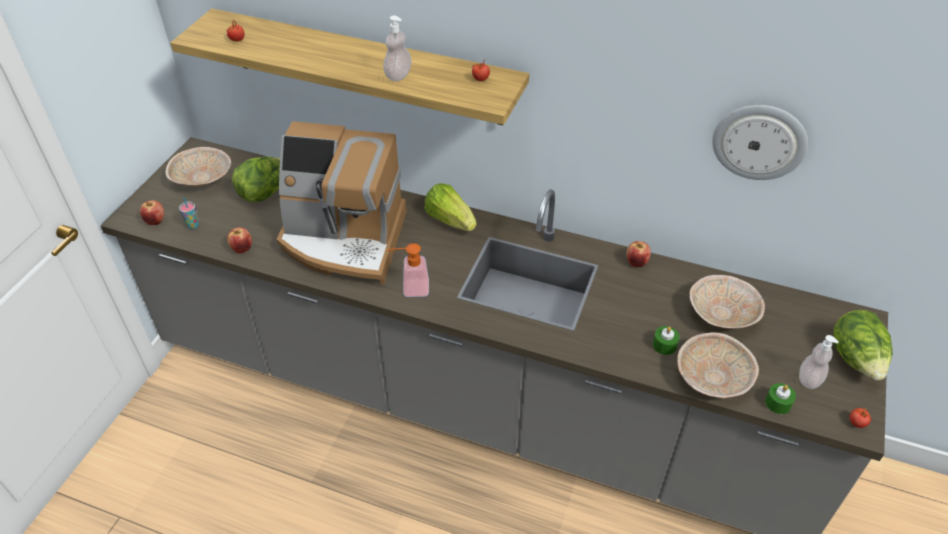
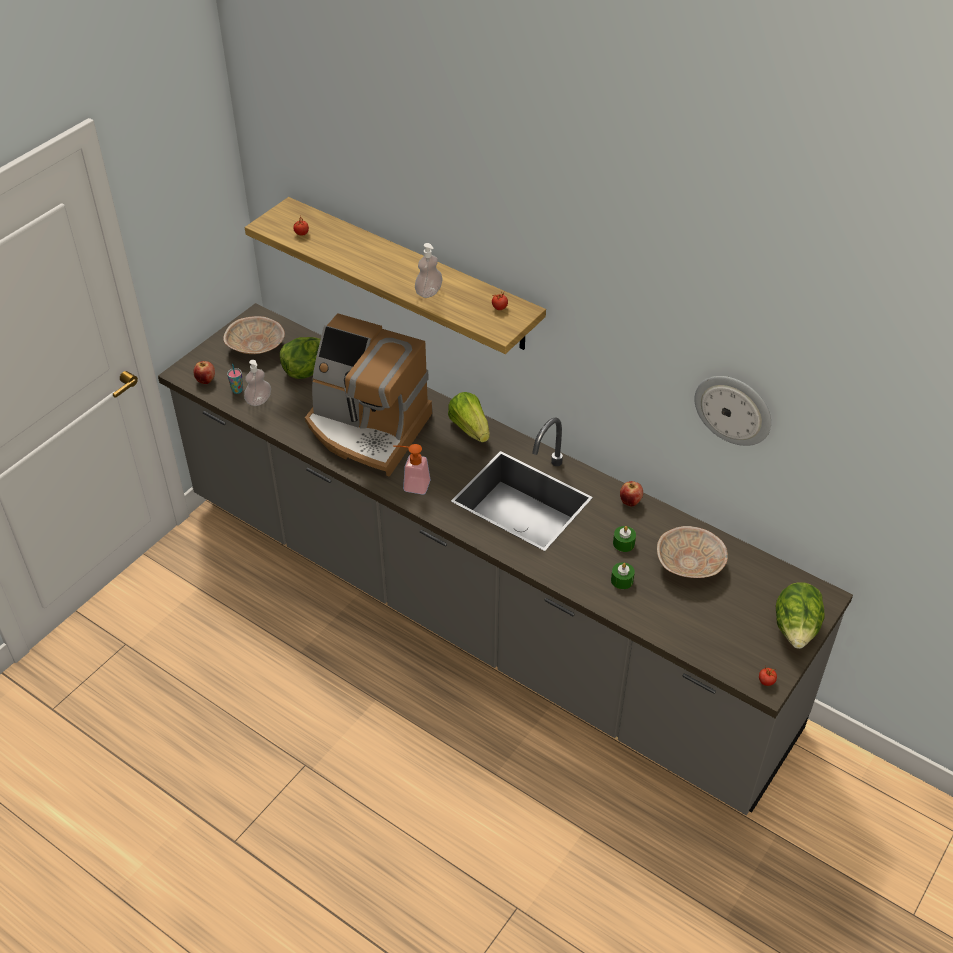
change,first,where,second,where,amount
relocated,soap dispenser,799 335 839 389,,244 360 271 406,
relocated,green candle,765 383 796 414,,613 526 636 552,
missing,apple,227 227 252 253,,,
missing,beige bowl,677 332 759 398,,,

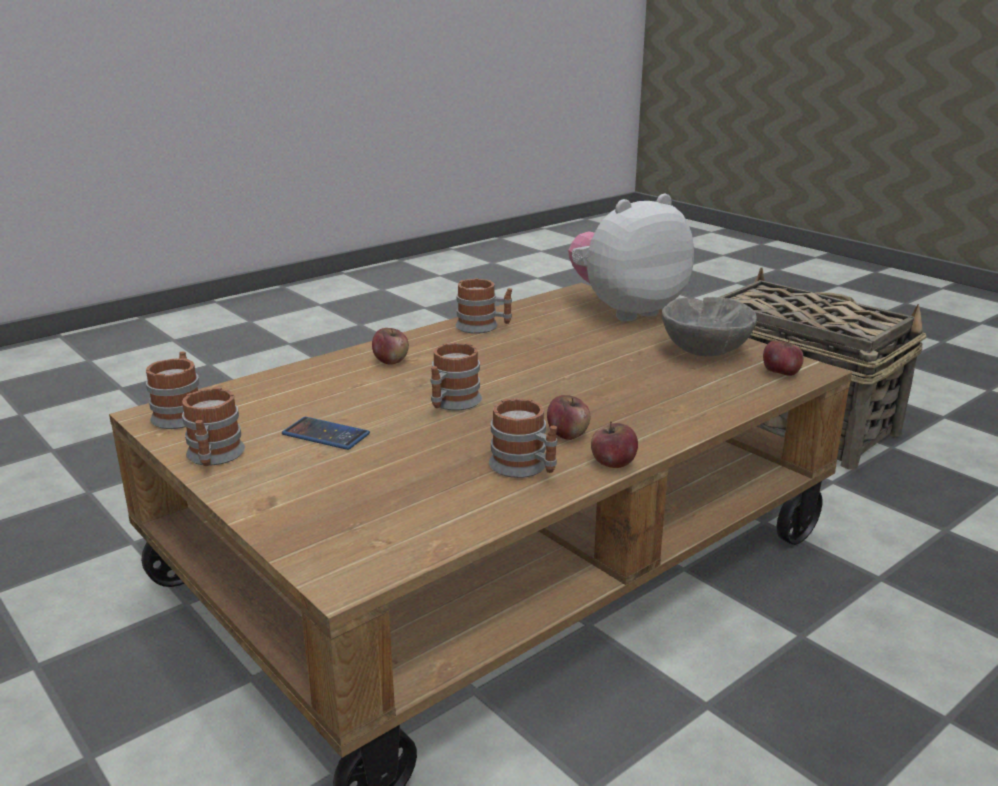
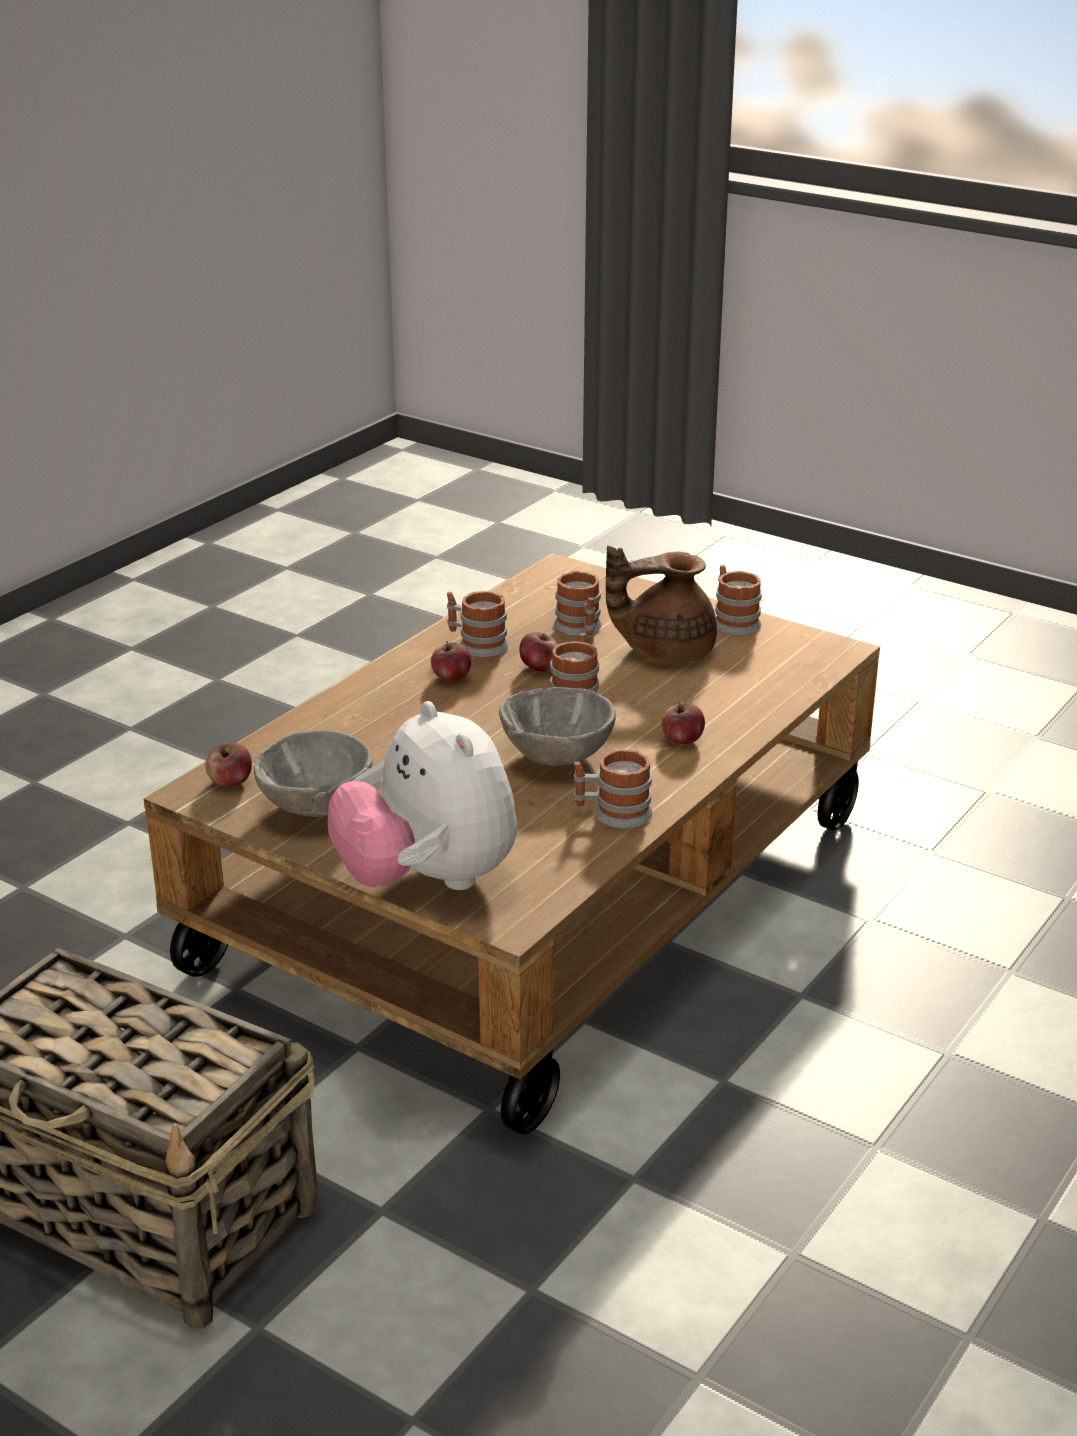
change,first,where,second,where,amount
spun,plush toy,568 194 694 321,,328 701 517 890,105 degrees clockwise
appeared,,,grey bowl,499 687 616 766,
relocated,apple,591 422 638 468,,519 632 558 672,
relocated,mug,146 351 199 429,,554 571 602 636,
exchanged,phone,282 417 370 450,brown teapot,606 545 717 663,

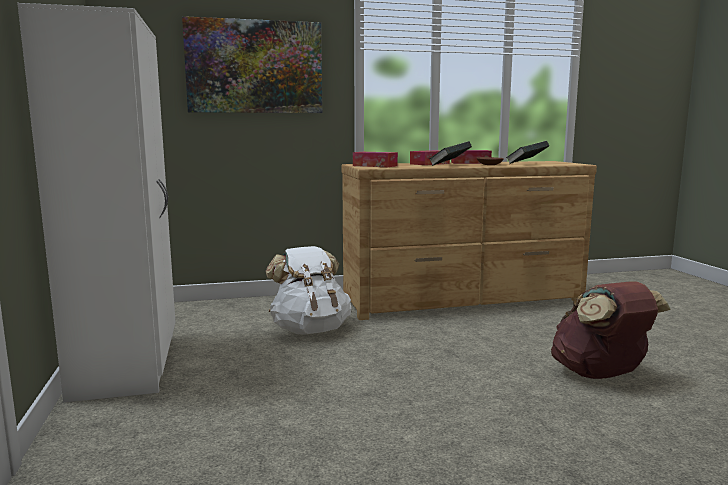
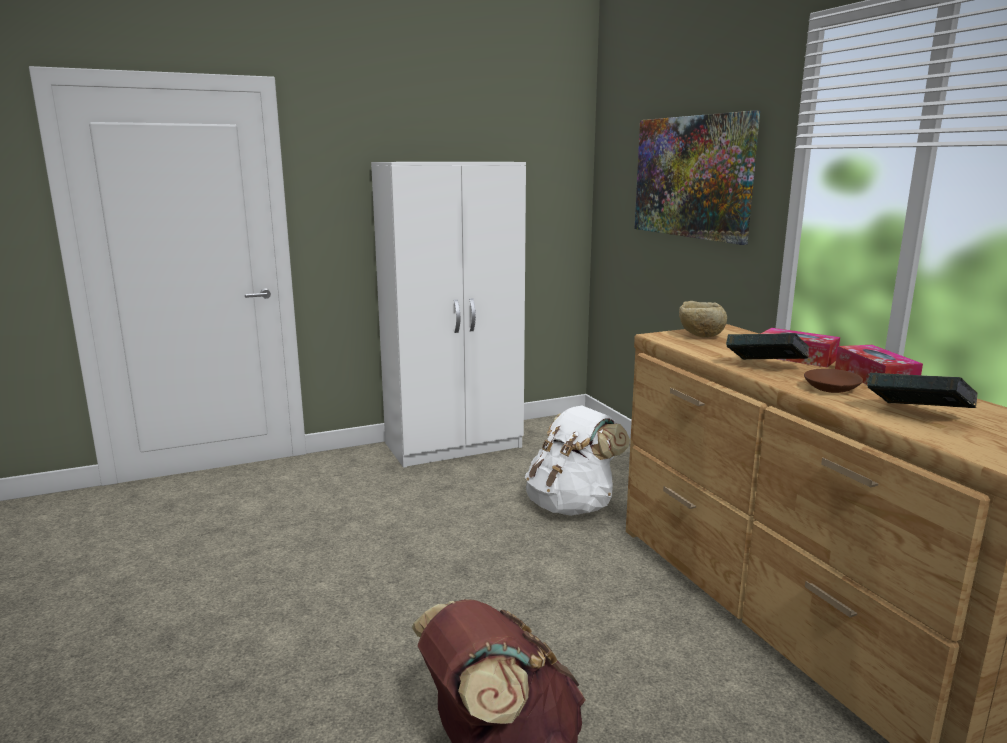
change,first,where,second,where,amount
exchanged,tissue box,353 152 398 167,beige bowl,679 301 727 338,

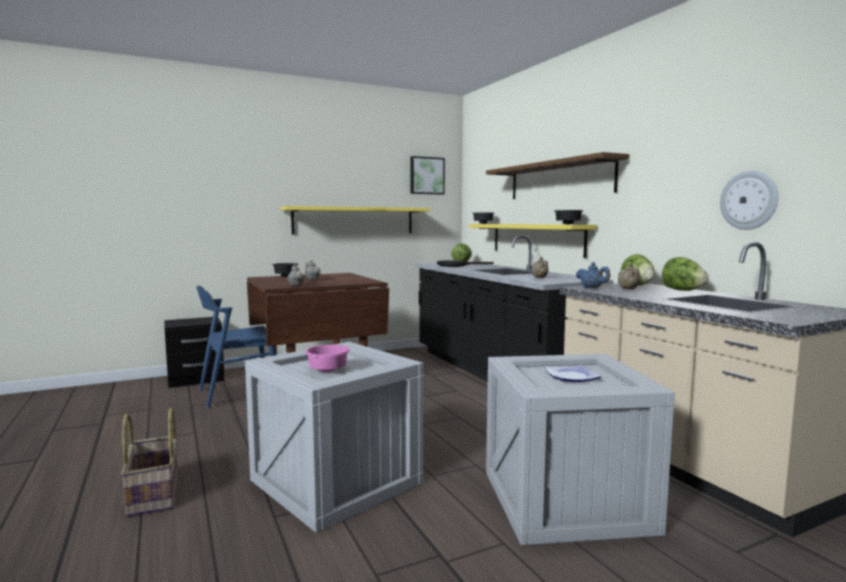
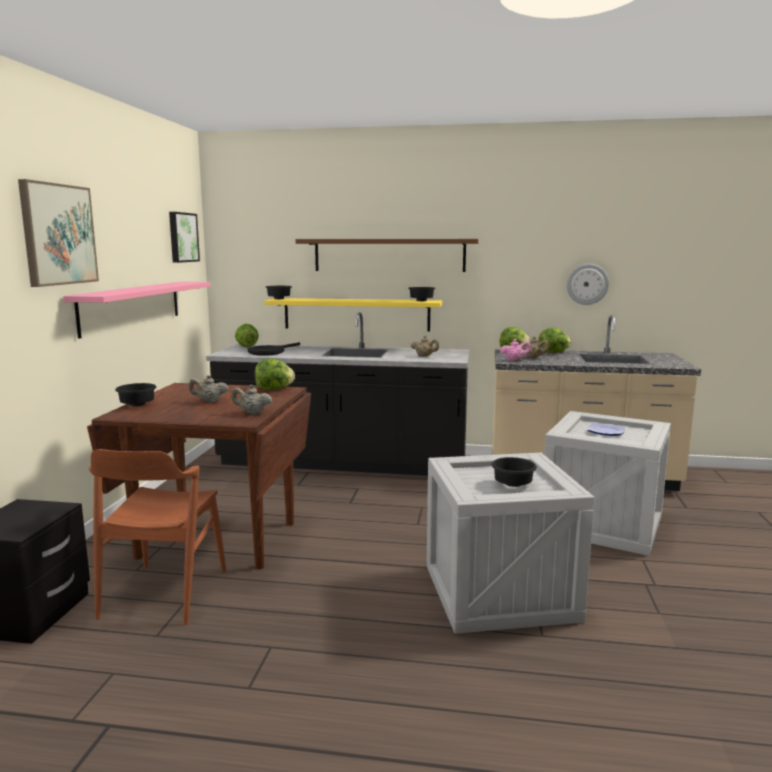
change,first,where,second,where,amount
appeared,,,picture,18 179 99 287,
colour,yellow shelf,281 206 430 234,pink shelf,63 282 210 339,
colour,blue chair,196 286 276 408,brown chair,89 449 226 625,
appeared,,,lettuce,255 358 295 390,
colour,pink bowl,305 345 350 372,black bowl,491 457 537 487,
colour,blue teapot,576 262 610 288,pink teapot,500 339 531 361,
missing,basket,121 408 178 517,,,

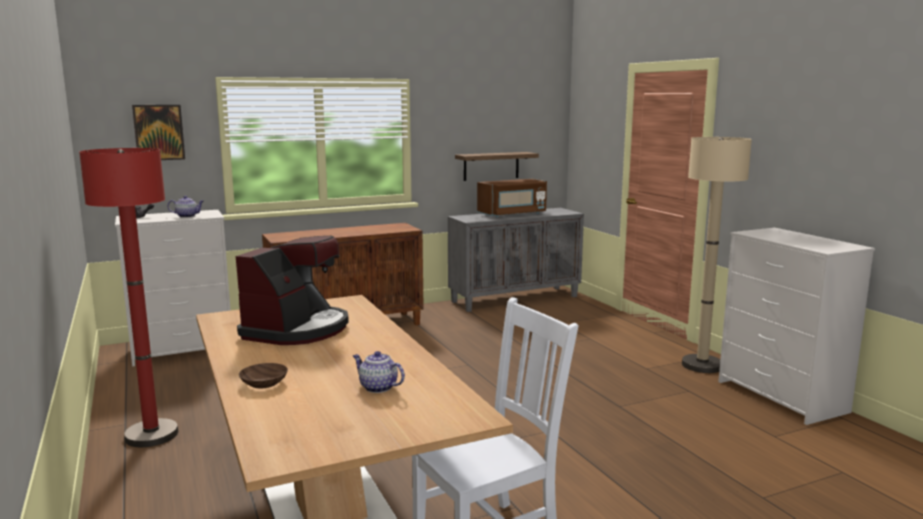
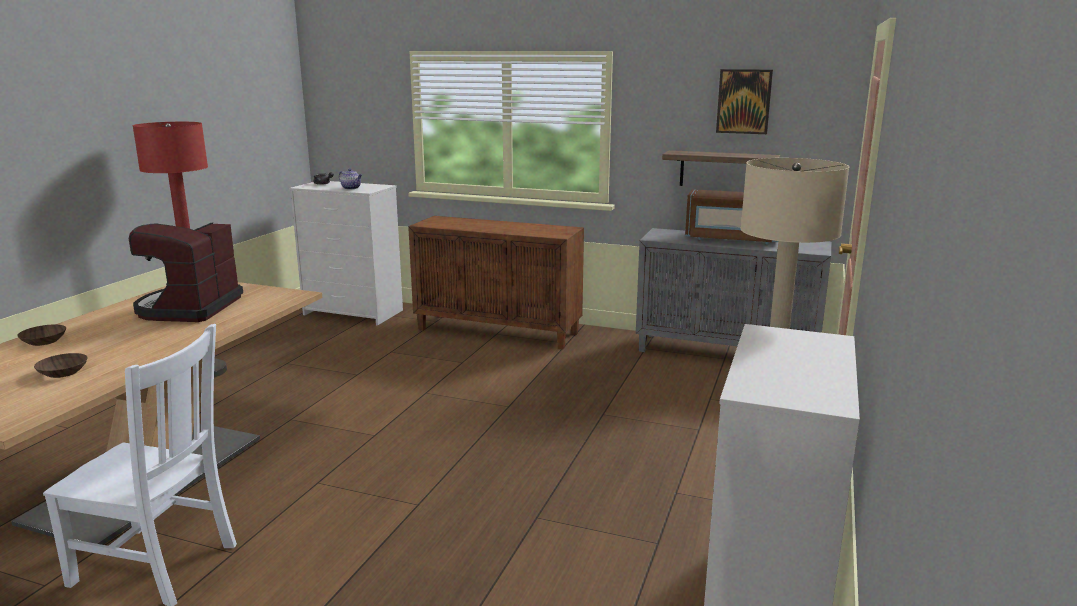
change,first,where,second,where,amount
exchanged,teapot,353 351 405 393,brown bowl,34 353 88 378,
spun,coffee machine,236 236 349 345,,129 223 243 322,120 degrees clockwise
relocated,picture,132 105 185 160,,716 69 773 134,

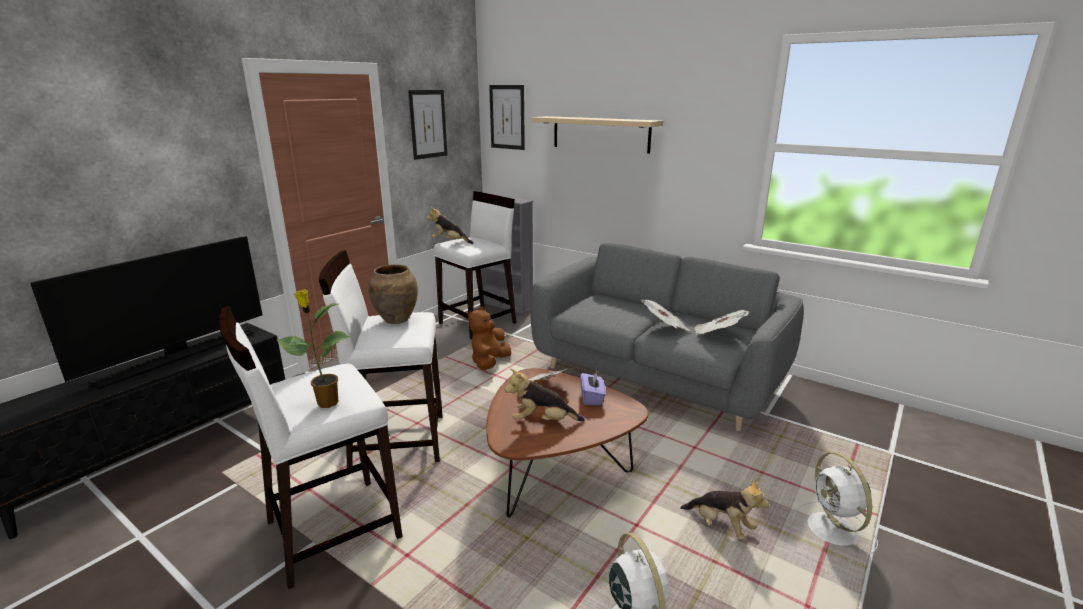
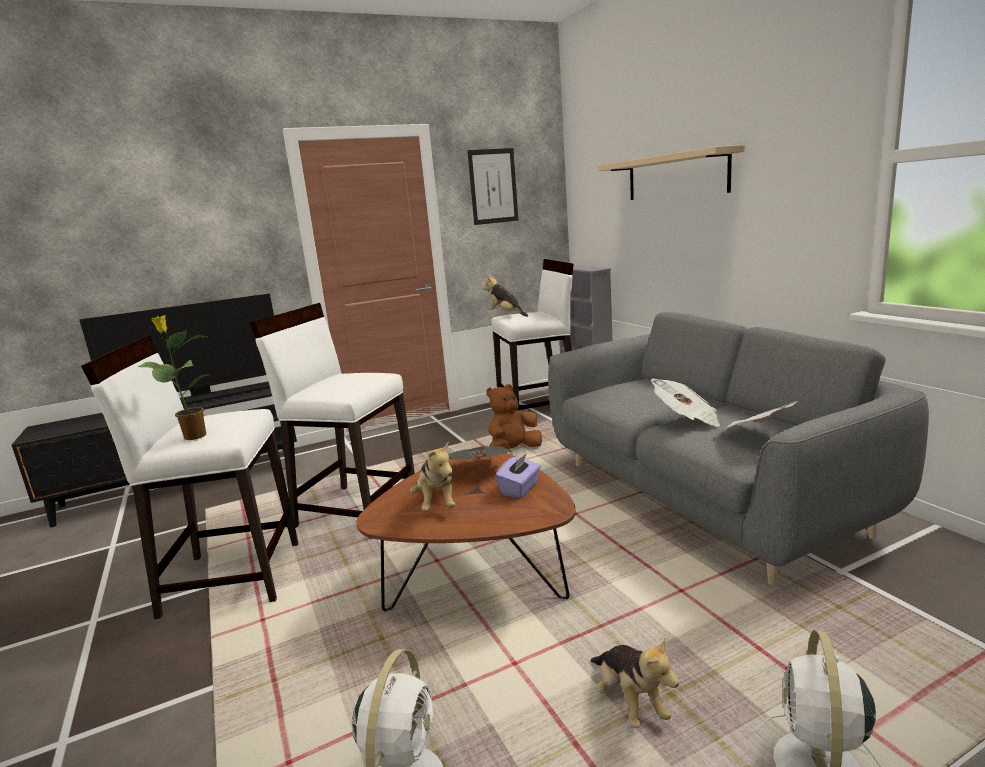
change,first,where,second,where,amount
spun,plush toy,505 368 585 421,,410 442 455 511,135 degrees counterclockwise
missing,brown vase,368 264 418 324,,,
missing,picture,489 85 525 150,,,

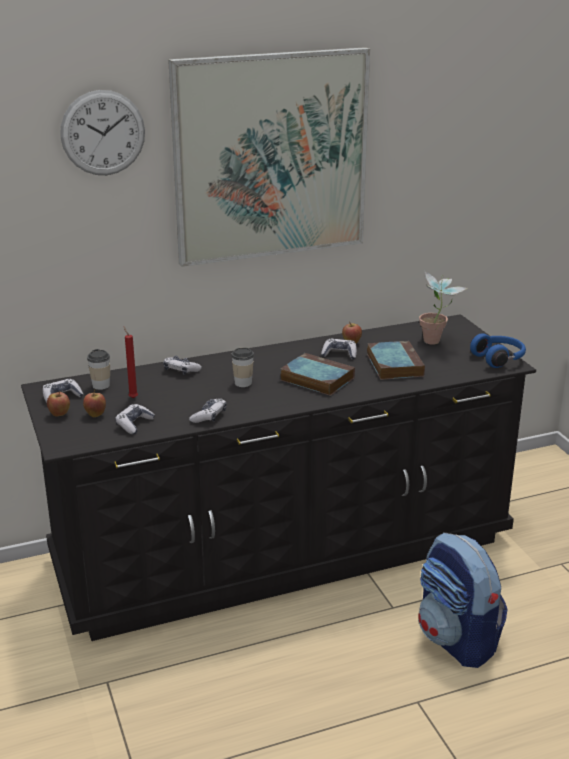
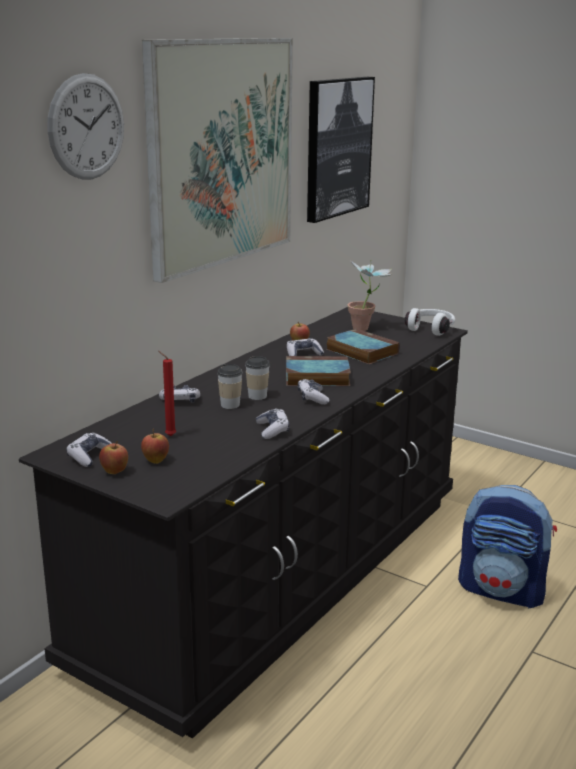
change,first,where,second,where,amount
relocated,cup,87 349 110 390,,217 364 243 409,
relocated,game controller,115 404 155 434,,298 379 329 404,
appeared,,,picture,307 77 375 223,
colour,blue headphones,470 333 526 368,white headphones,405 308 455 336,

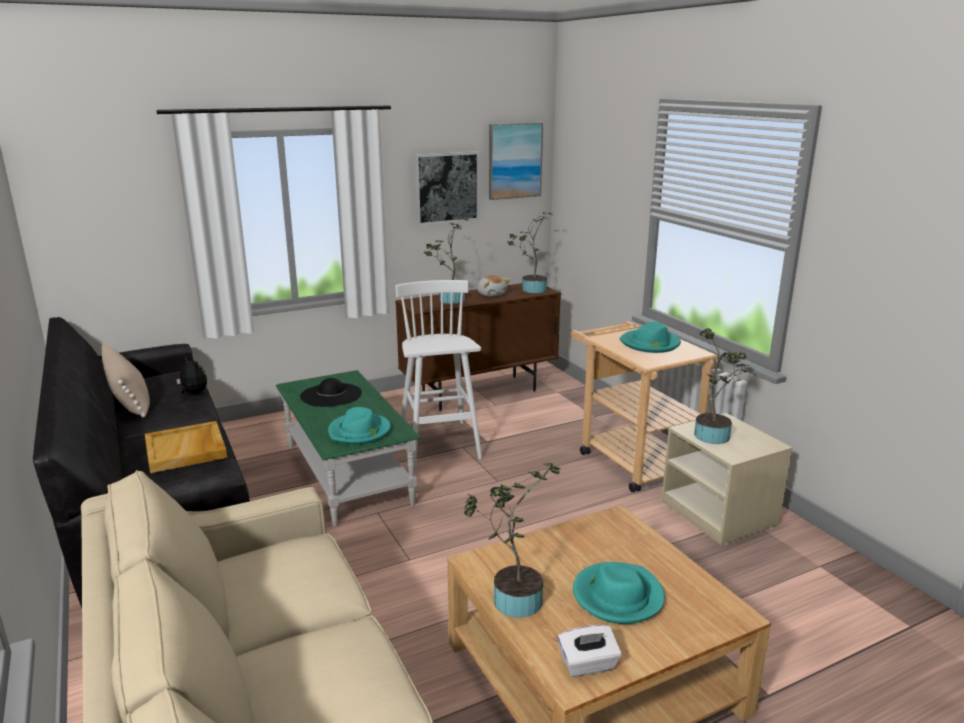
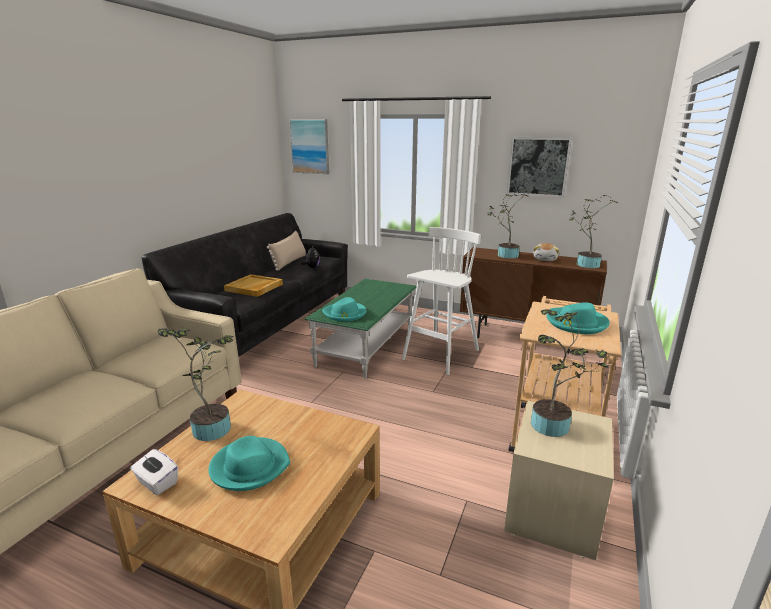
change,first,where,second,where,amount
relocated,picture,489 122 543 200,,289 119 329 174,
missing,black hat,300 378 362 407,,,

